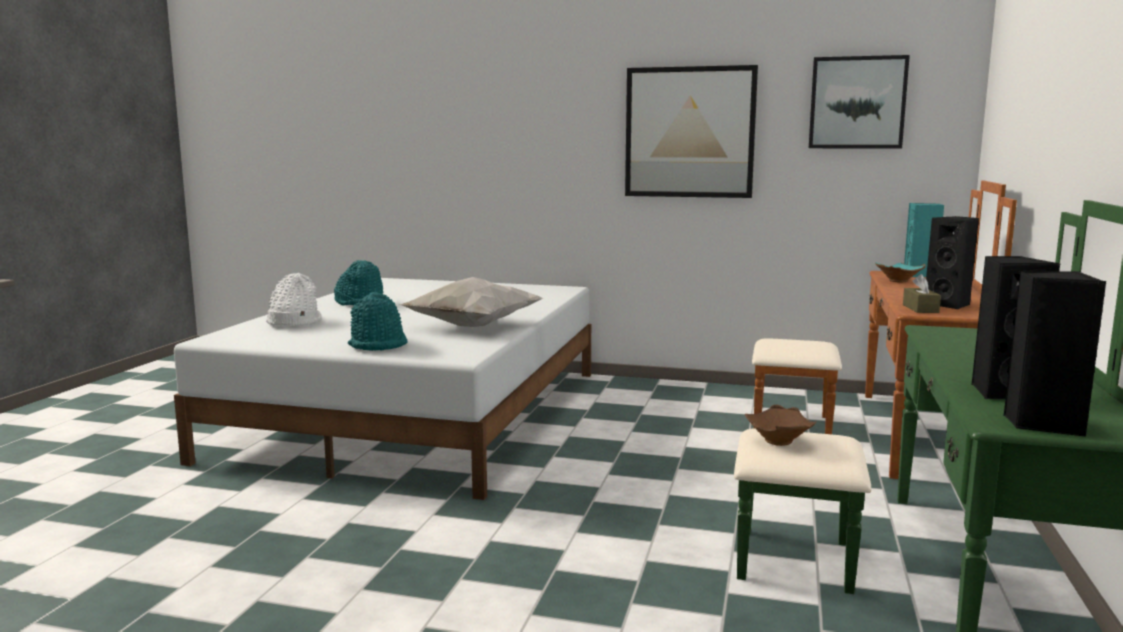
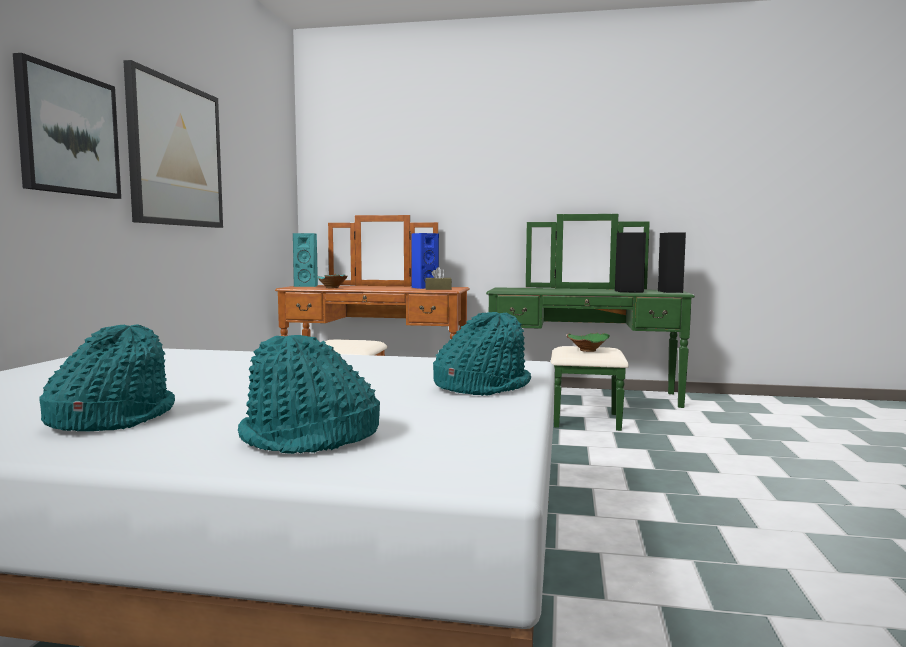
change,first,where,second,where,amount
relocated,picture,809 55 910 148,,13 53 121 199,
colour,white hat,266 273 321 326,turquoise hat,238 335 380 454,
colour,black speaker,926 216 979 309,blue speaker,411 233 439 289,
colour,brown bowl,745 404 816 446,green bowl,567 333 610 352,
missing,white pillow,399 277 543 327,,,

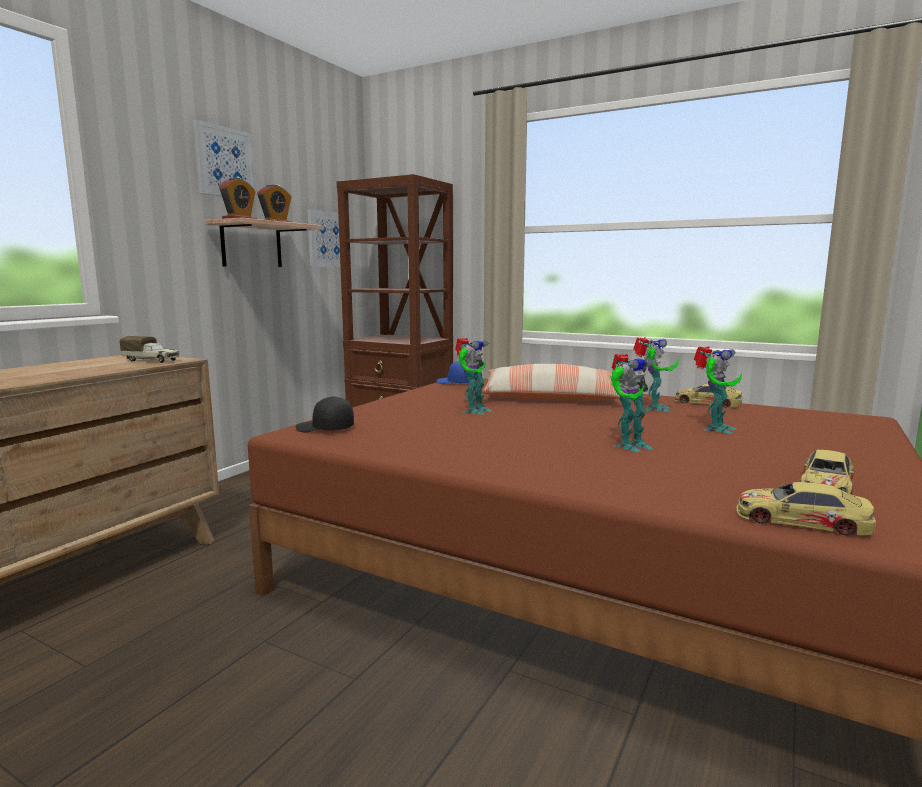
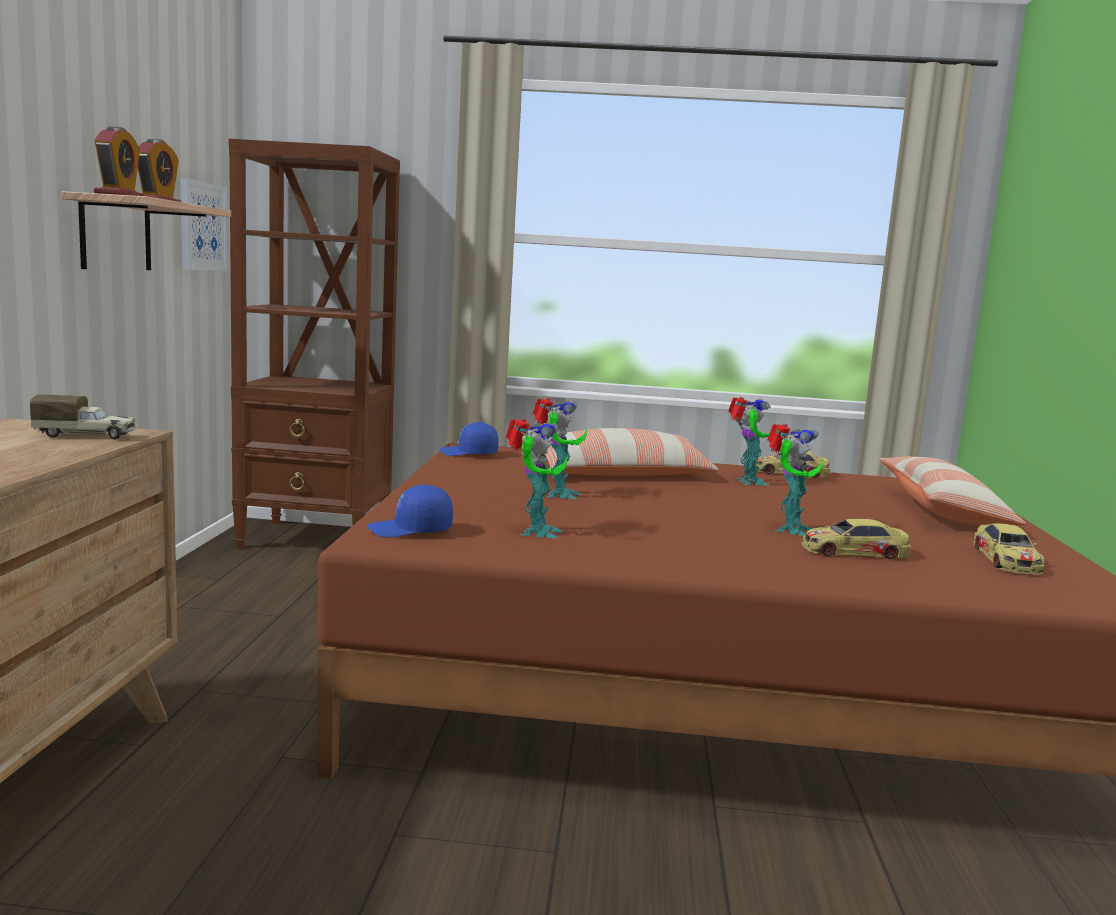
change,first,where,second,where,amount
colour,black cap,296 396 354 432,blue cap,368 485 453 537,
relocated,toy robot,694 346 742 434,,506 419 567 538,
relocated,toy car,737 482 876 535,,801 519 911 559,
appeared,,,pillow,879 456 1026 525,
missing,picture,193 120 256 200,,,

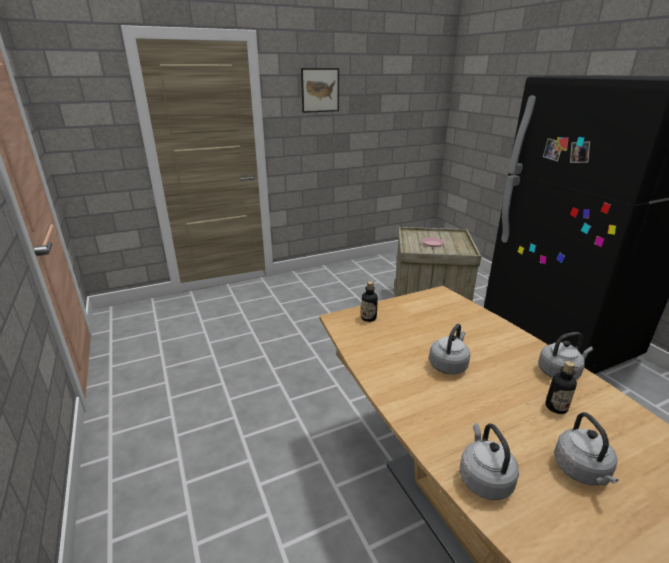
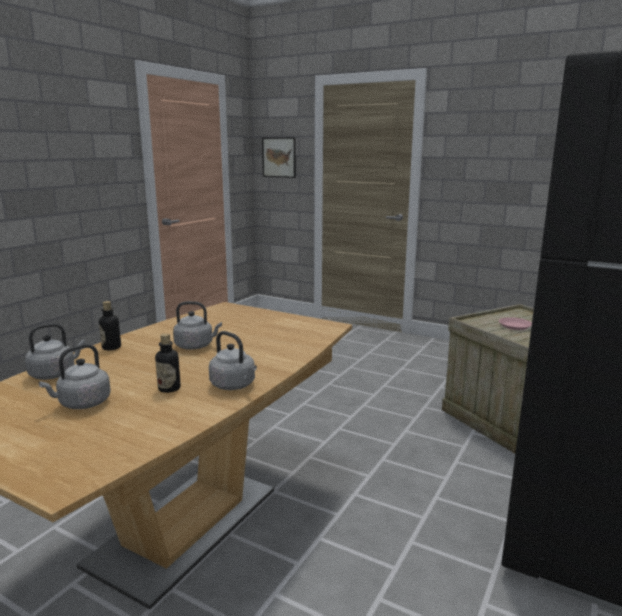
change,first,where,second,where,amount
relocated,bottle,361 281 378 322,,99 301 121 350,
relocated,picture,301 68 339 113,,262 137 296 178,

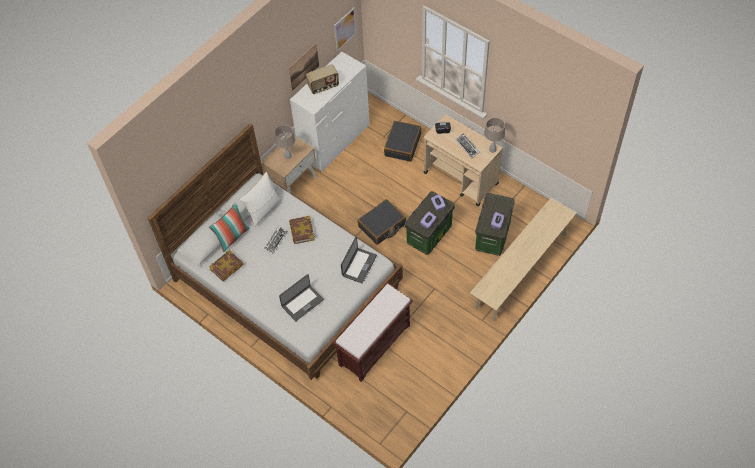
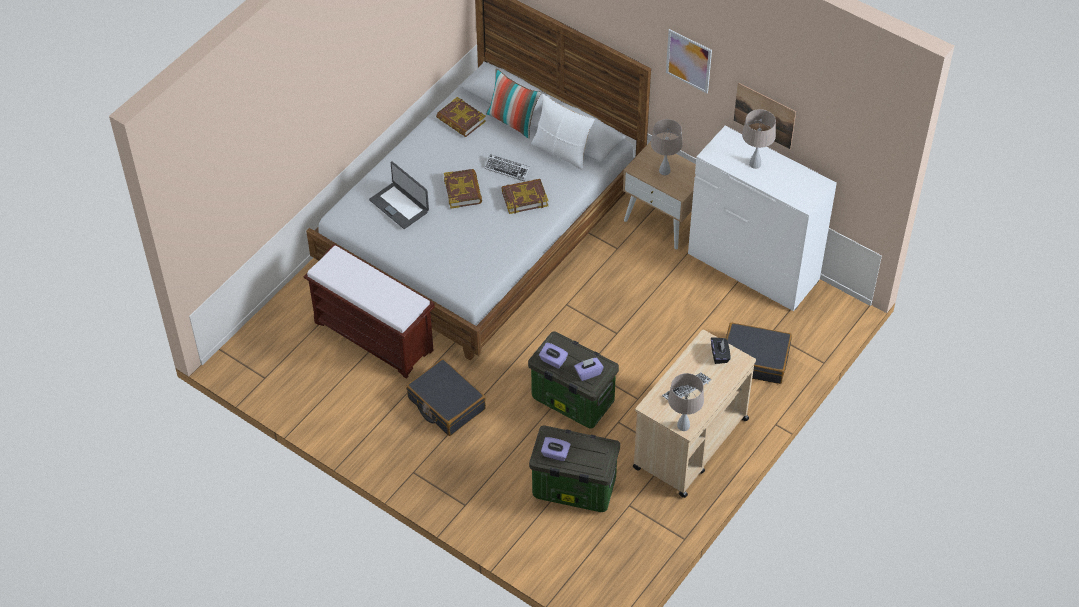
change,first,where,second,where,amount
relocated,black suitcase,358 199 406 245,,406 359 486 436,
appeared,,,book,444 169 482 208,
relocated,picture,334 8 357 51,,666 29 712 93,
exchanged,radio,306 64 339 94,beige table lamp,742 109 776 169,
missing,laptop,341 237 377 284,,,
missing,beige bench,470 198 577 321,,,

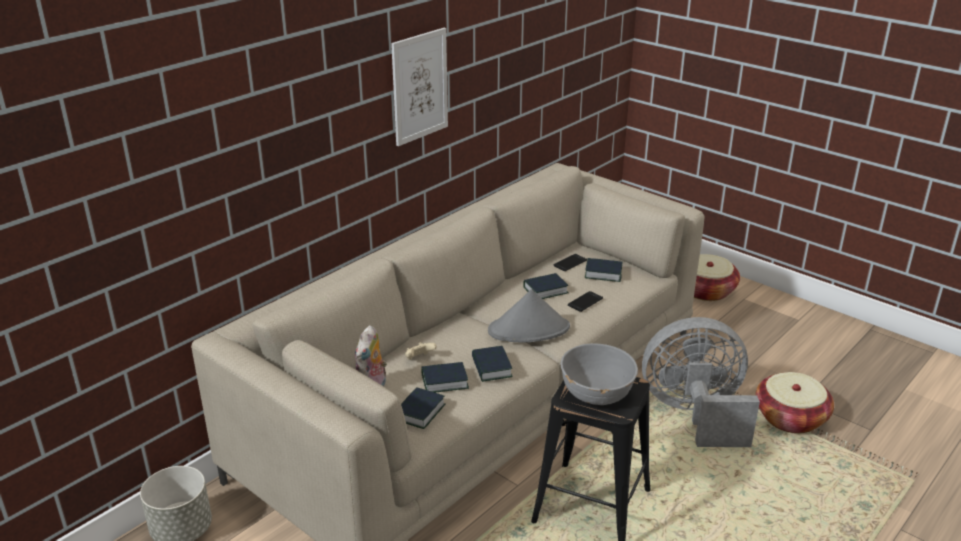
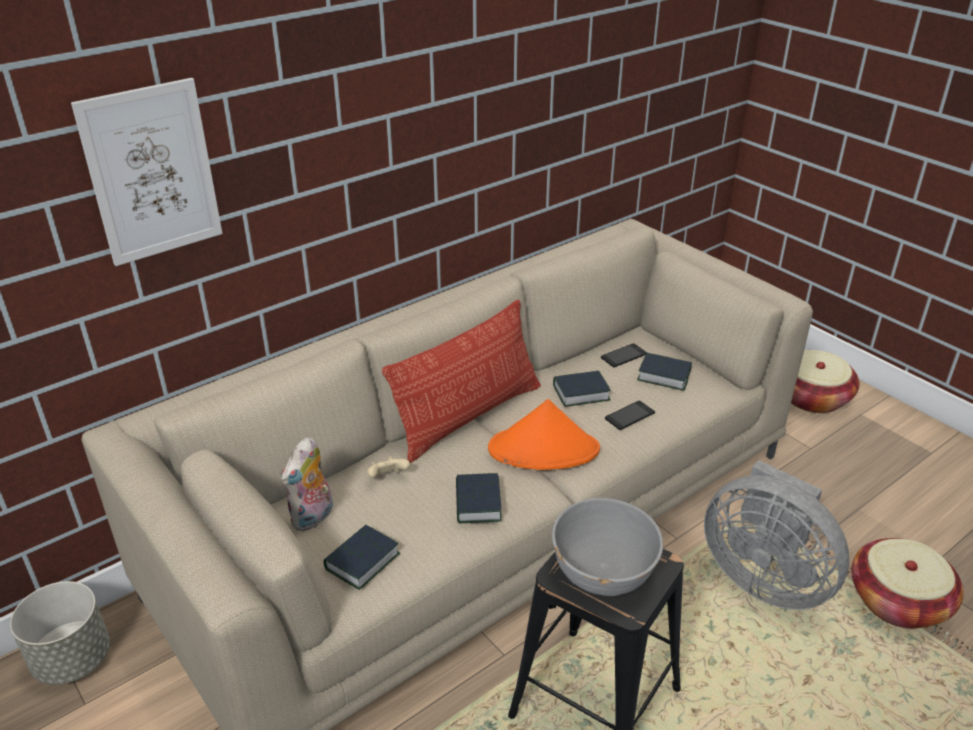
change,first,where,second,where,amount
relocated,picture,391 28 448 146,,71 78 222 266,
appeared,,,pillow,382 299 541 463,
colour,grey hat,488 289 570 342,orange hat,488 399 600 470,
spun,grey fan,642 317 760 447,,704 460 849 610,150 degrees counterclockwise
missing,book,421 362 469 393,,,

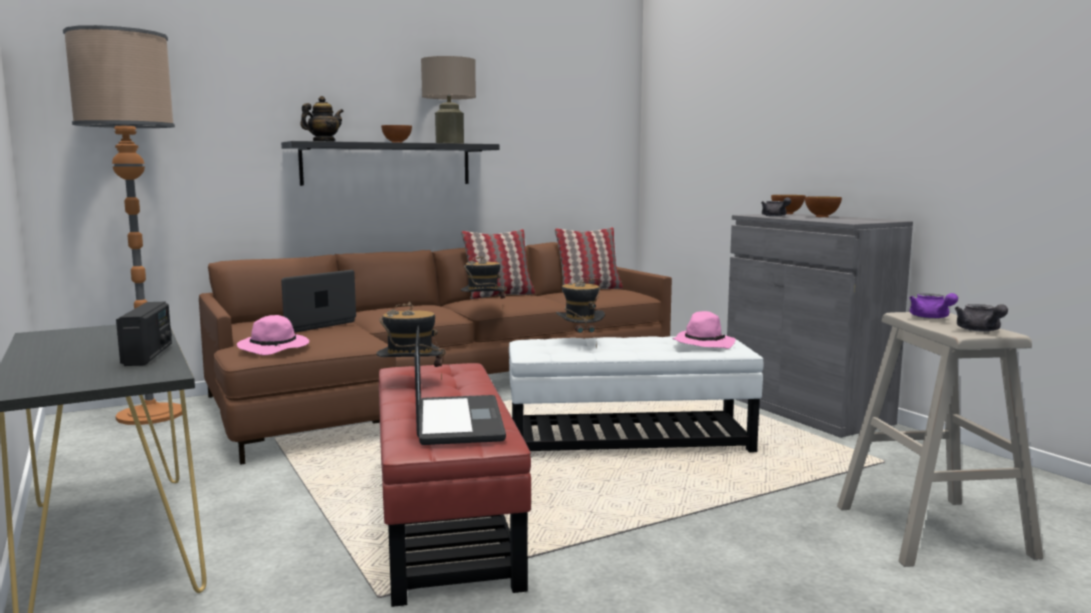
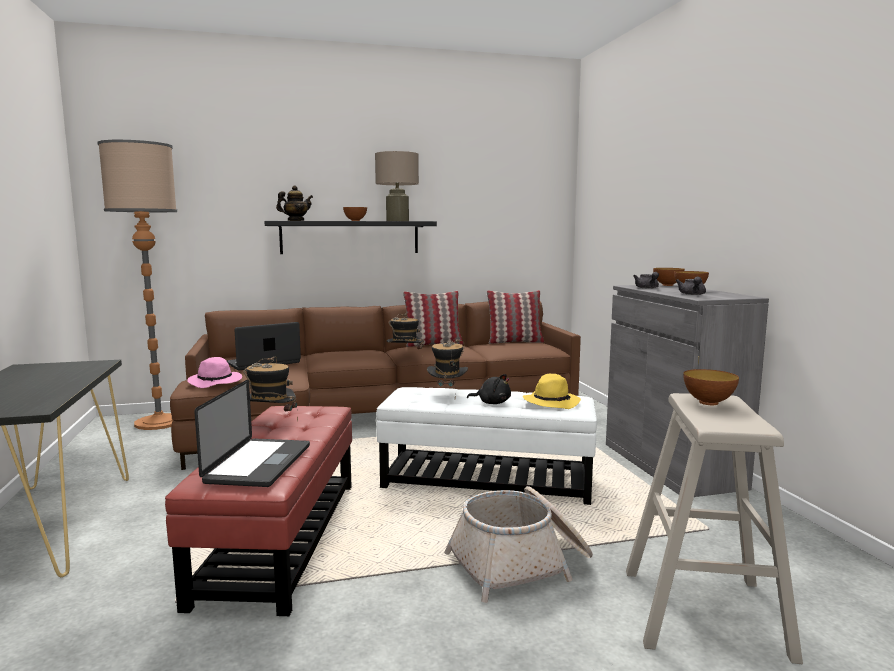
change,first,where,second,where,amount
appeared,,,basket,444 486 593 603,
appeared,,,black plush toy,467 374 511 404,
colour,pink hat,673 311 735 349,yellow hat,523 374 581 409,
relocated,grey teapot,955 304 1008 332,,676 277 706 295,
exchanged,purple teapot,909 293 958 319,bowl,683 369 739 405,
missing,radio,116 302 172 366,,,

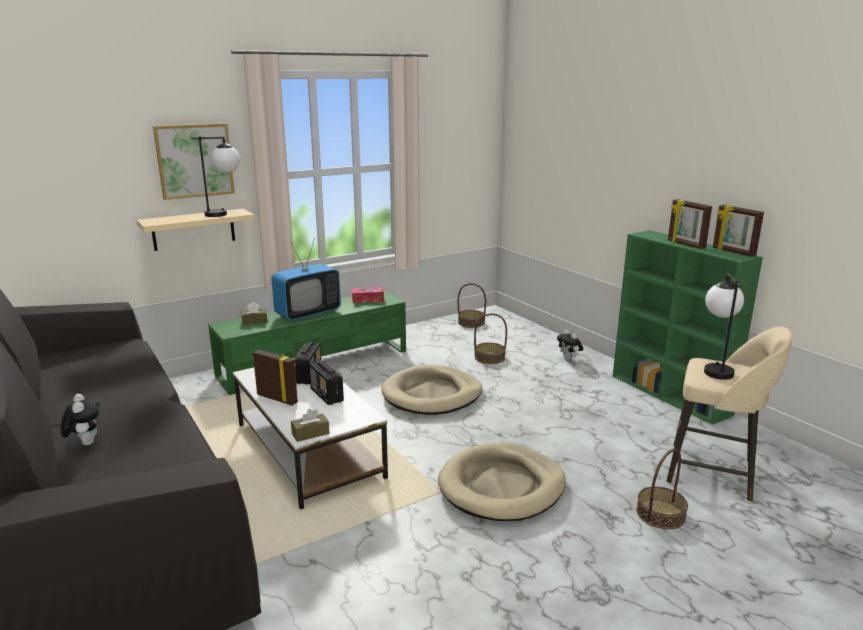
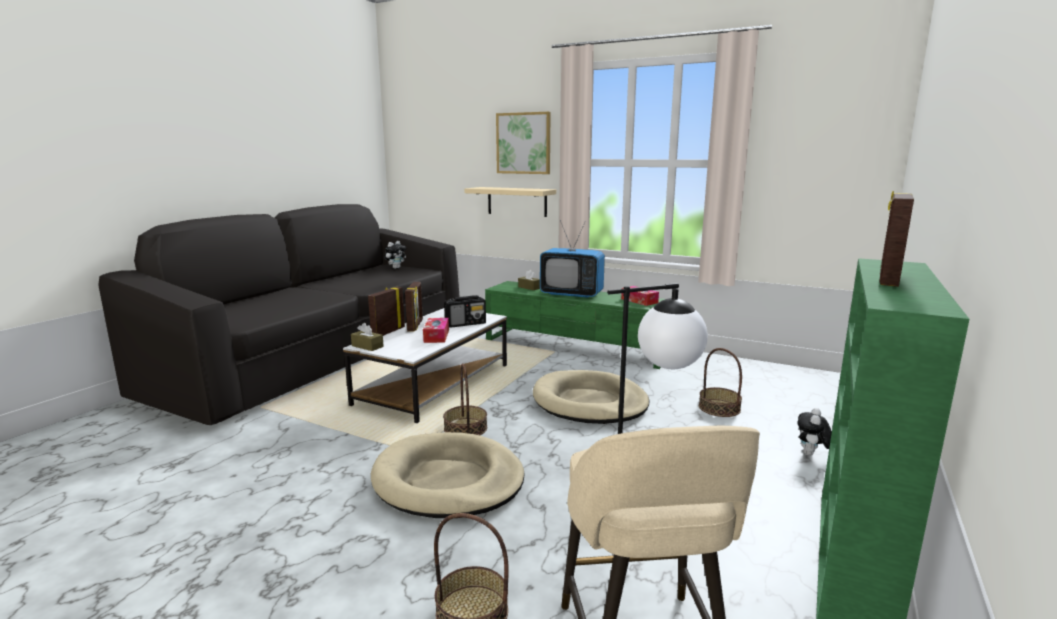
change,first,where,second,where,amount
relocated,picture frame,713 205 764 257,,368 287 405 336,
relocated,plush toy,61 394 99 445,,384 241 406 269,
exchanged,radio,309 360 344 405,tissue box,423 318 449 343,
relocated,basket,458 283 486 328,,443 363 487 435,
missing,table lamp,191 137 240 217,,,

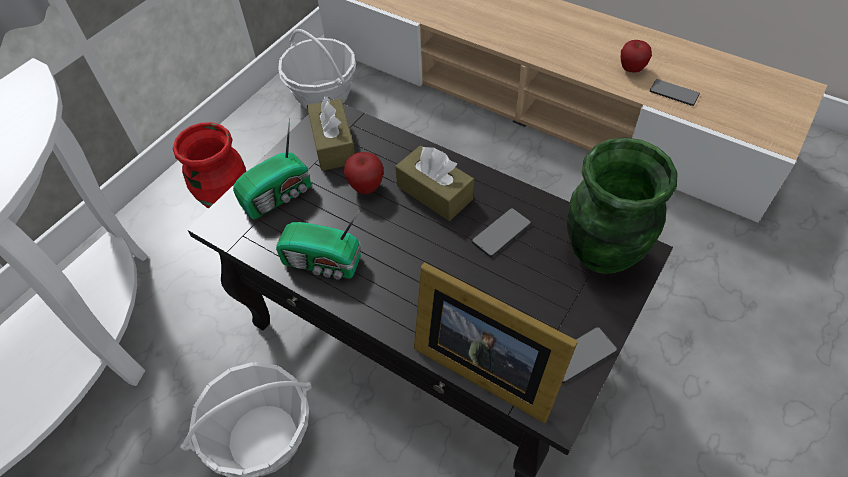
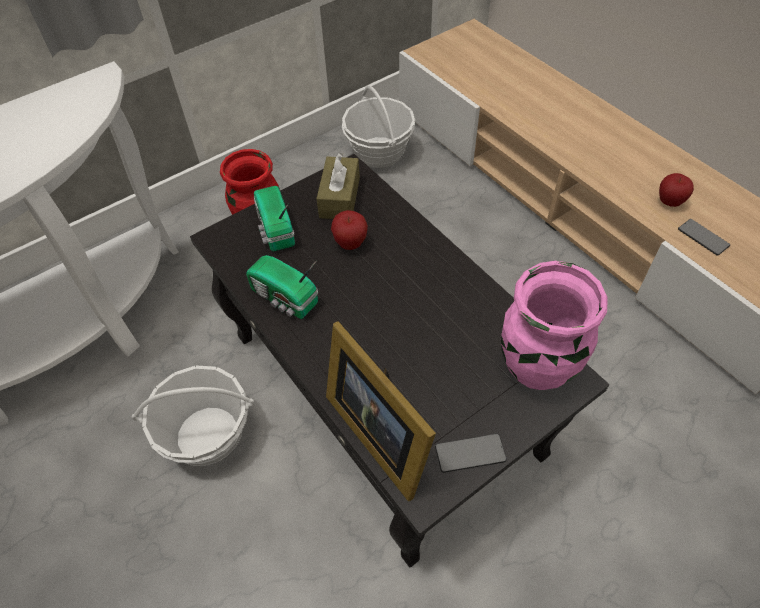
change,first,where,second,where,amount
spun,radio,233 118 311 219,,254 186 295 251,90 degrees clockwise
colour,green vase,567 137 678 274,pink vase,501 261 608 390,
missing,brown tissue box,395 145 474 221,,,
missing,phone,472 208 531 257,,,

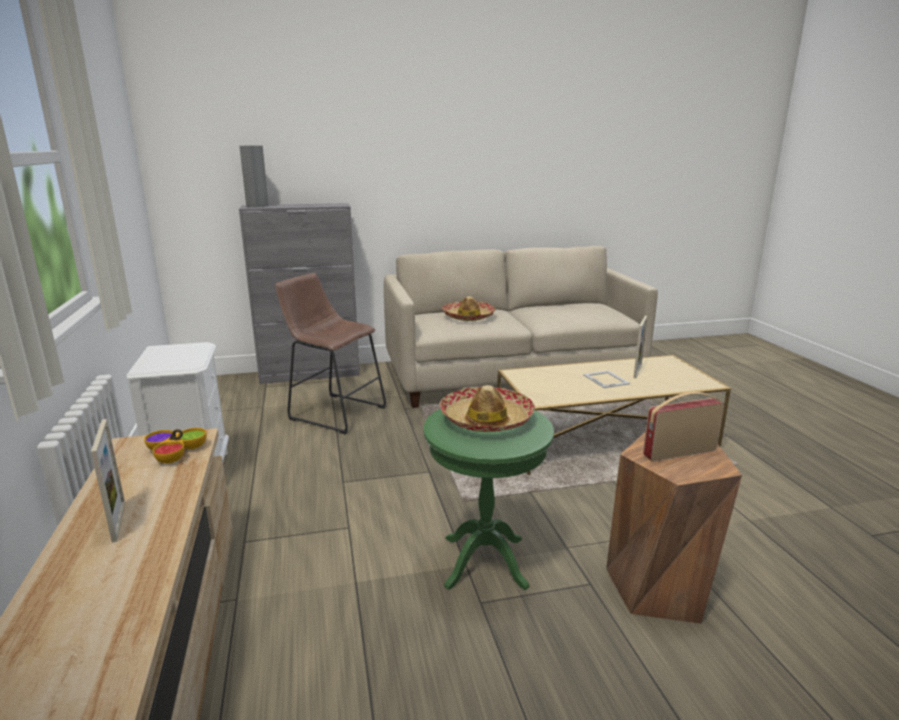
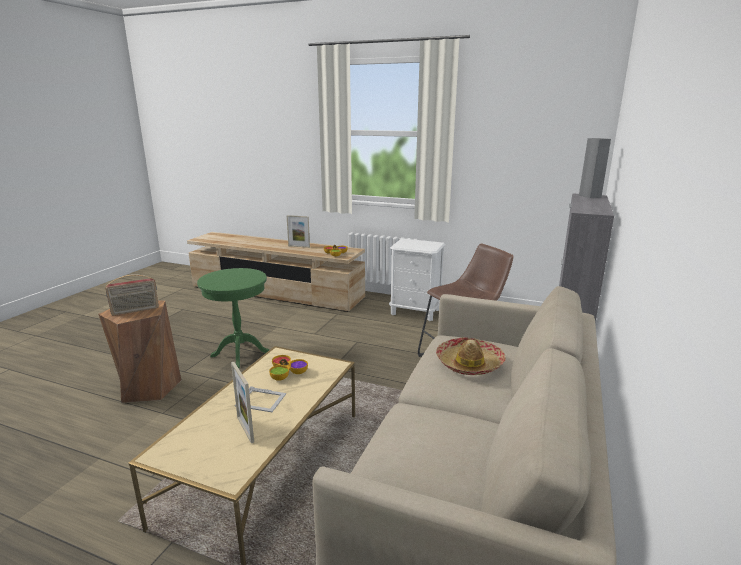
change,first,where,second,where,amount
spun,radio,643 392 724 462,,105 274 159 315,45 degrees clockwise
appeared,,,bowl,269 355 308 381,
missing,hat,440 385 535 432,,,

